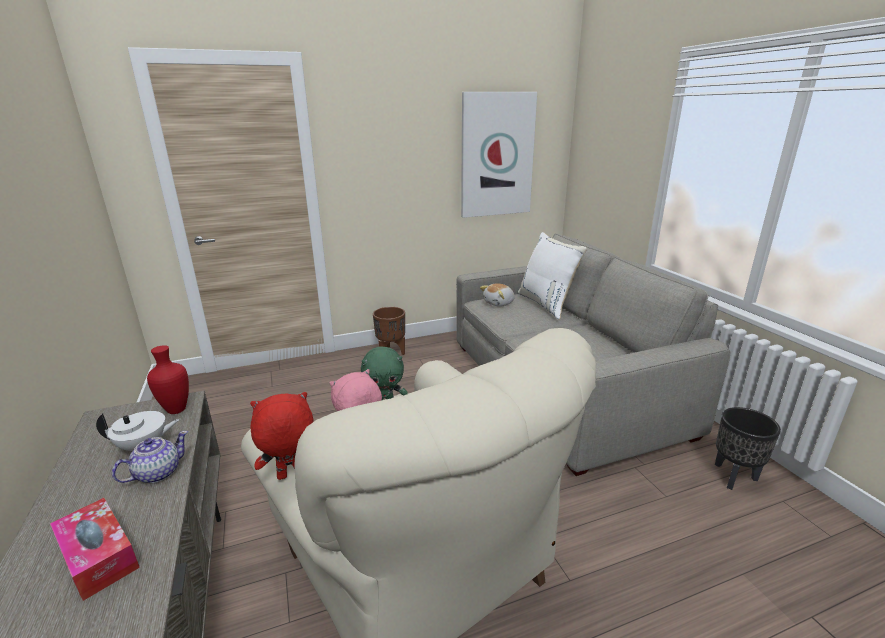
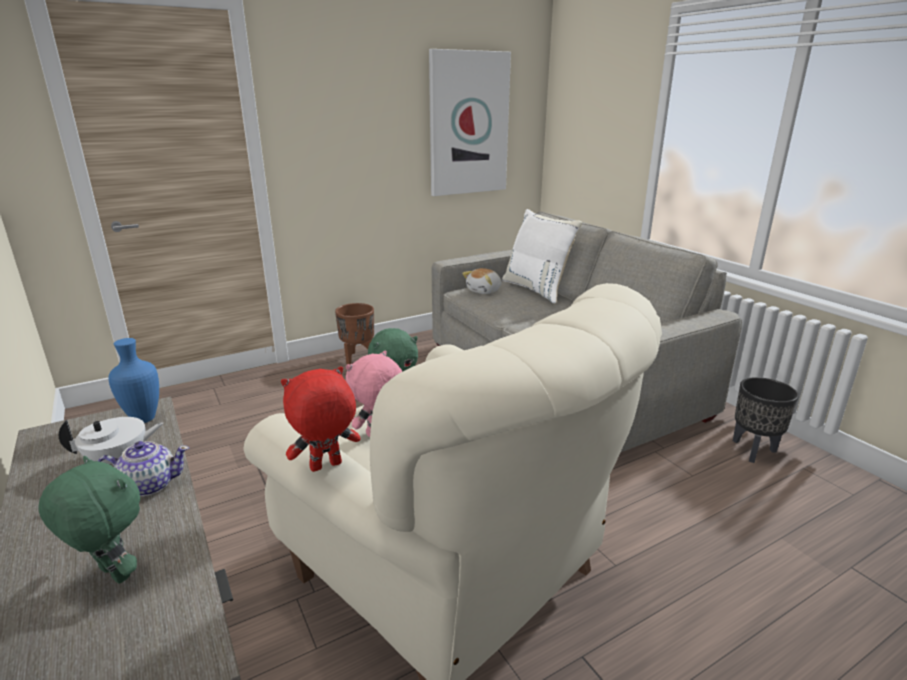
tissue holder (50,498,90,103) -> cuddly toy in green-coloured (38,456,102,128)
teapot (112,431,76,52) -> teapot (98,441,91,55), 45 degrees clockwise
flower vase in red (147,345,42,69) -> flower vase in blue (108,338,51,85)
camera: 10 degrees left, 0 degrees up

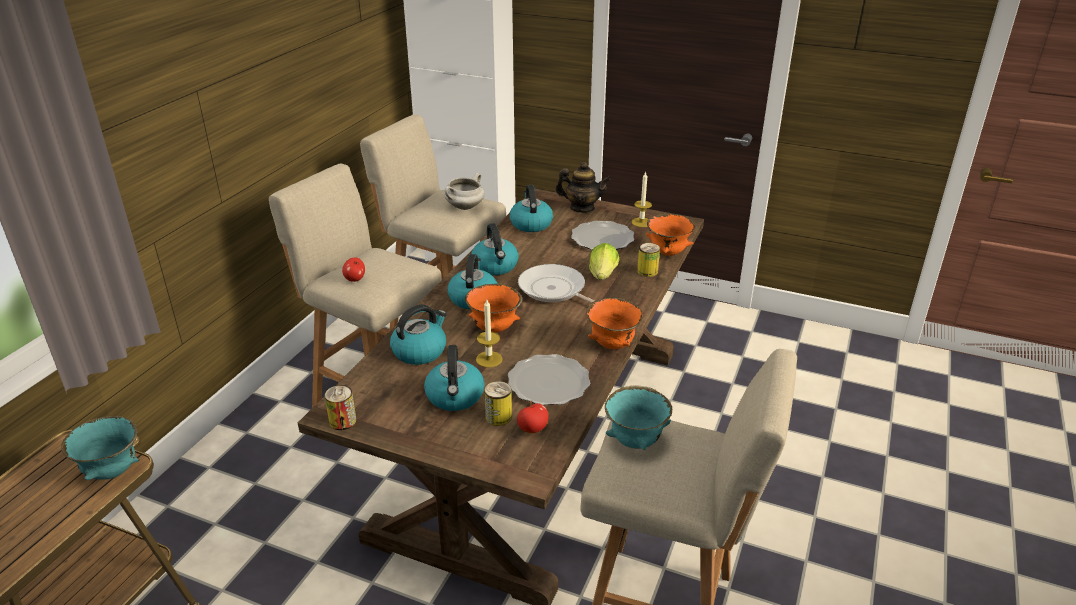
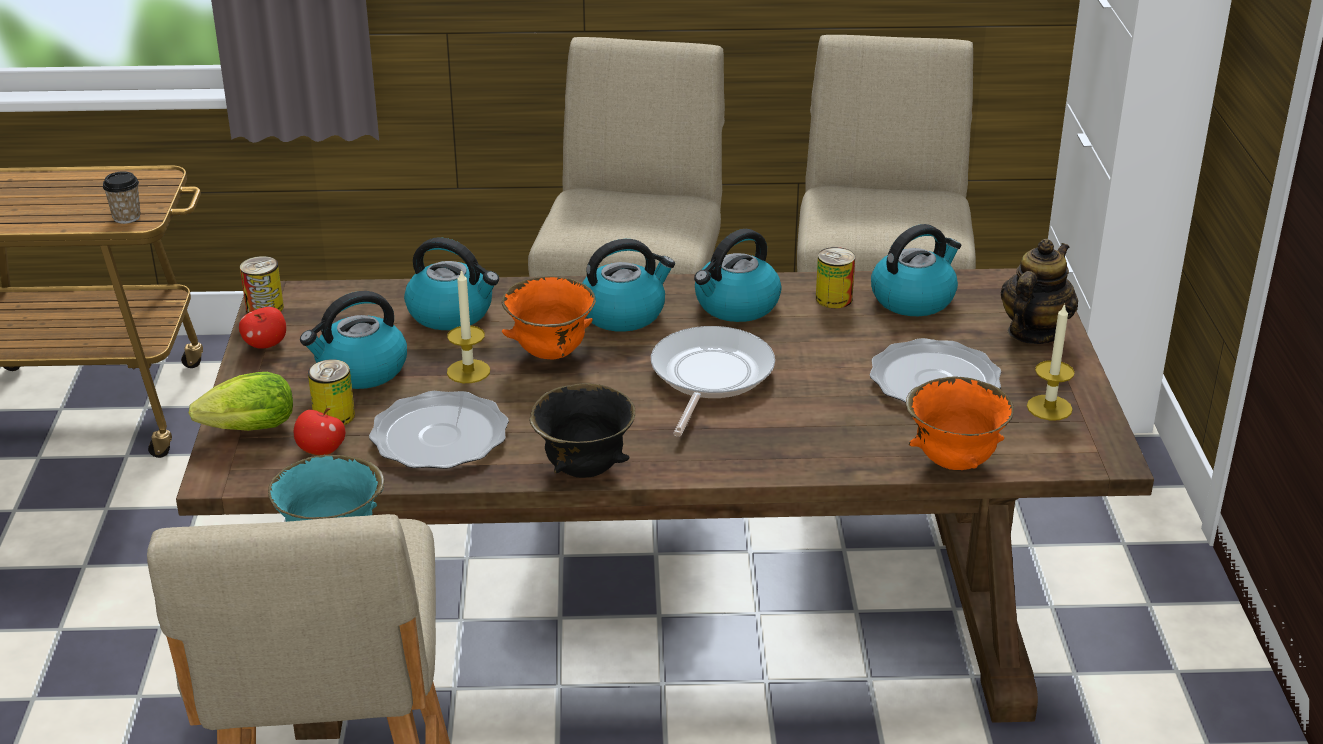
bowl in turquoise-coloured (61,416,78,64) -> cup (103,171,38,53)
head of lettuce (589,243,30,37) -> head of lettuce (189,372,104,59), moved
whole apple (342,258,23,24) -> whole apple (239,307,47,42), moved
bowl in orangey (586,298,57,51) -> bowl in black-coloured (529,383,106,95)
metal can (637,243,23,34) -> metal can (816,247,39,61), moved
teapot (555,162,56,51) -> teapot (1000,239,78,105), 135 degrees counterclockwise
cooking pot in white-coloured (444,173,41,37) -> none
camera: 65 degrees right, 0 degrees up

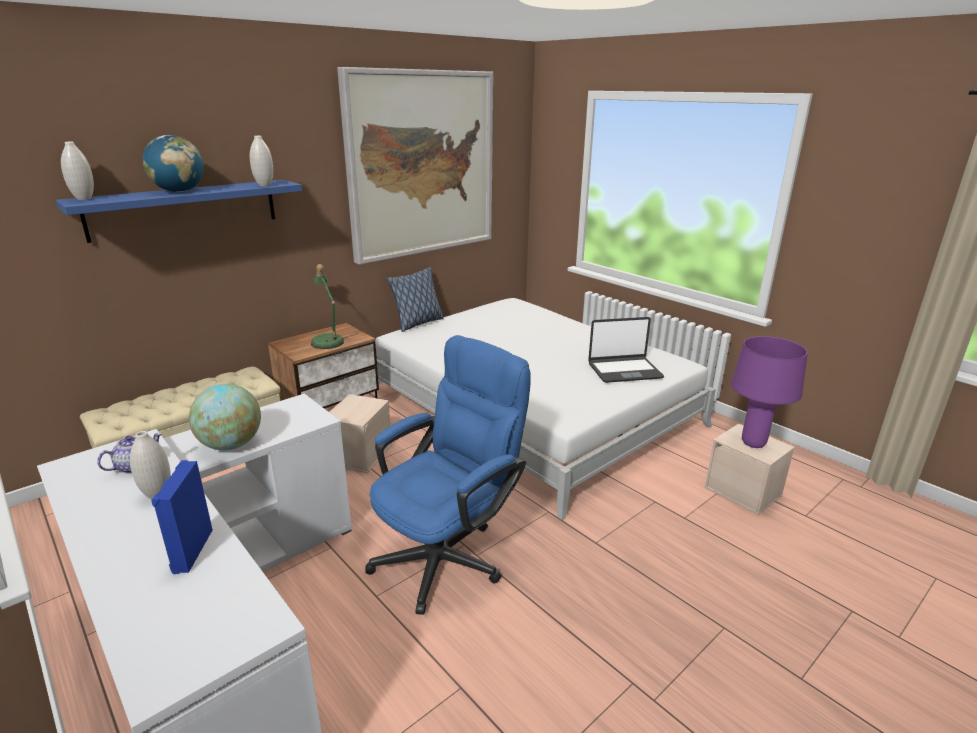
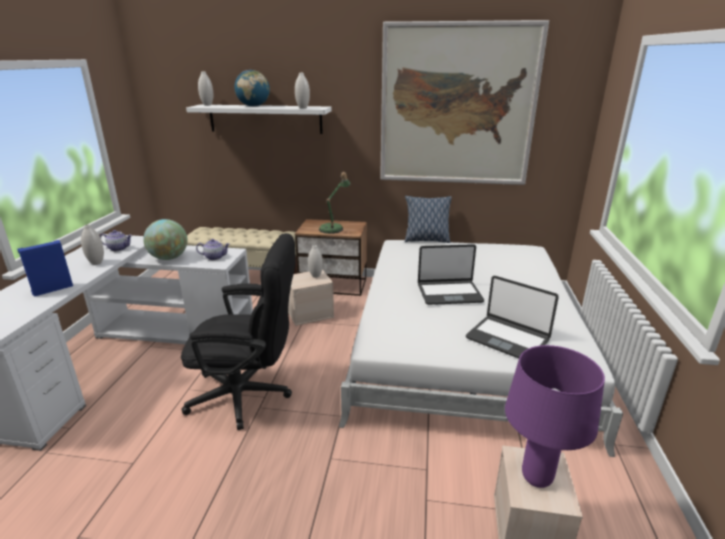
computer chair in blue (365,335,166,280) -> computer chair in black-coloured (181,233,114,197)
shelf in blue (55,180,247,63) -> shelf in white-coloured (186,105,146,29)
none -> teapot (196,239,34,21)
none -> flower vase in white-coloured (308,245,15,33)
none -> notebook computer (418,244,66,61)
camera: 50 degrees right, 0 degrees up

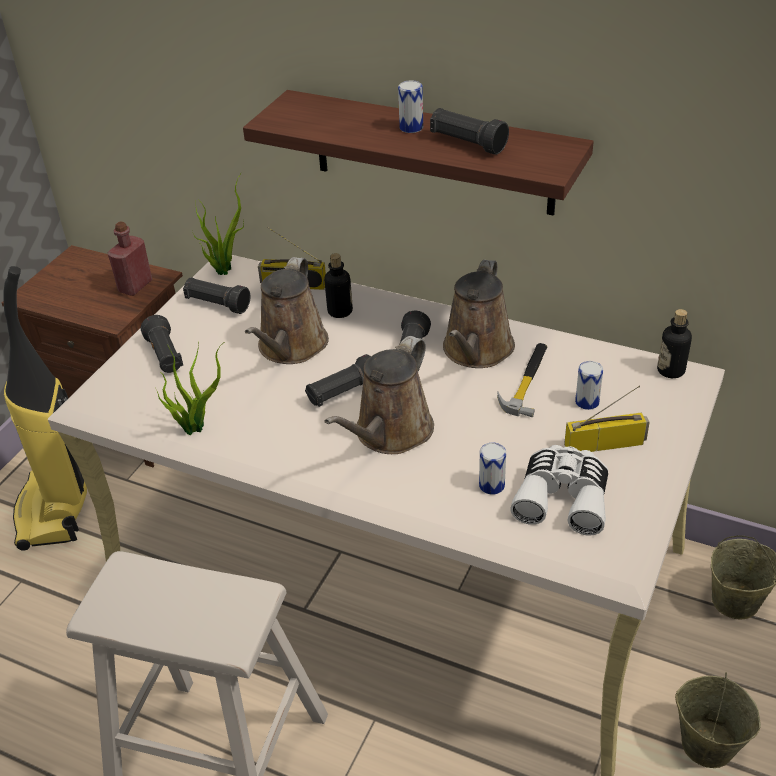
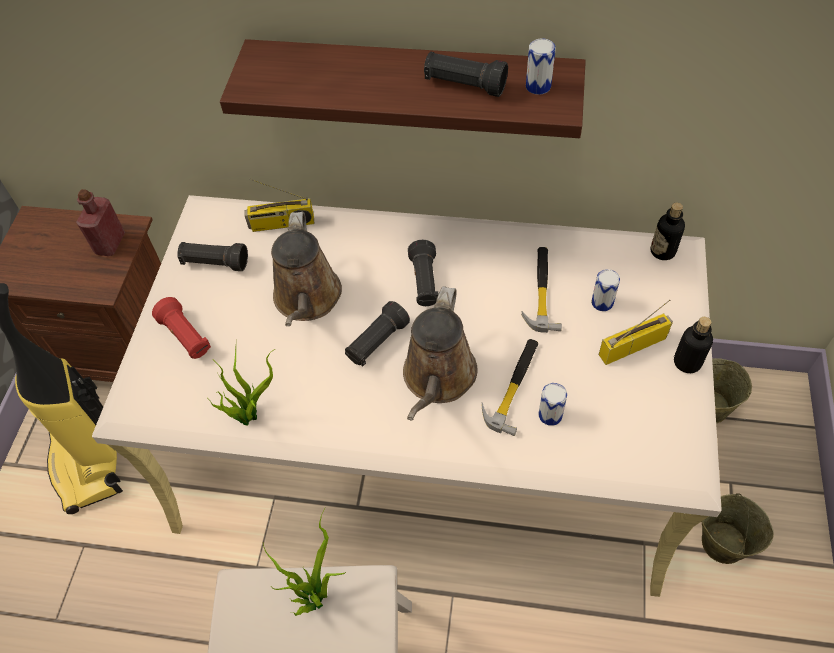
flashlight in black-coloured (141,315,42,58) -> flashlight in red (152,297,59,62)
plant in a pot (192,174,52,101) -> plant in a pot (263,507,83,109), moved
none -> hand hammer (482,339,56,97)
metal can (398,80,25,53) -> metal can (526,38,30,57), moved
drink bottle (324,253,29,65) -> drink bottle (674,317,39,56), moved
sprinkling can in brown-coloured (443,260,72,108) -> none
field glasses in white-coloured (510,445,98,91) -> none
camera: 15 degrees left, 15 degrees up

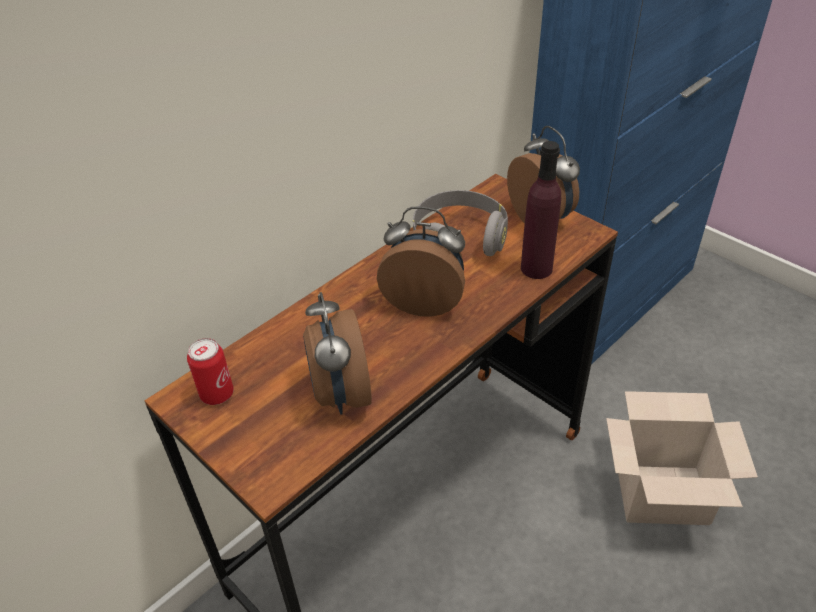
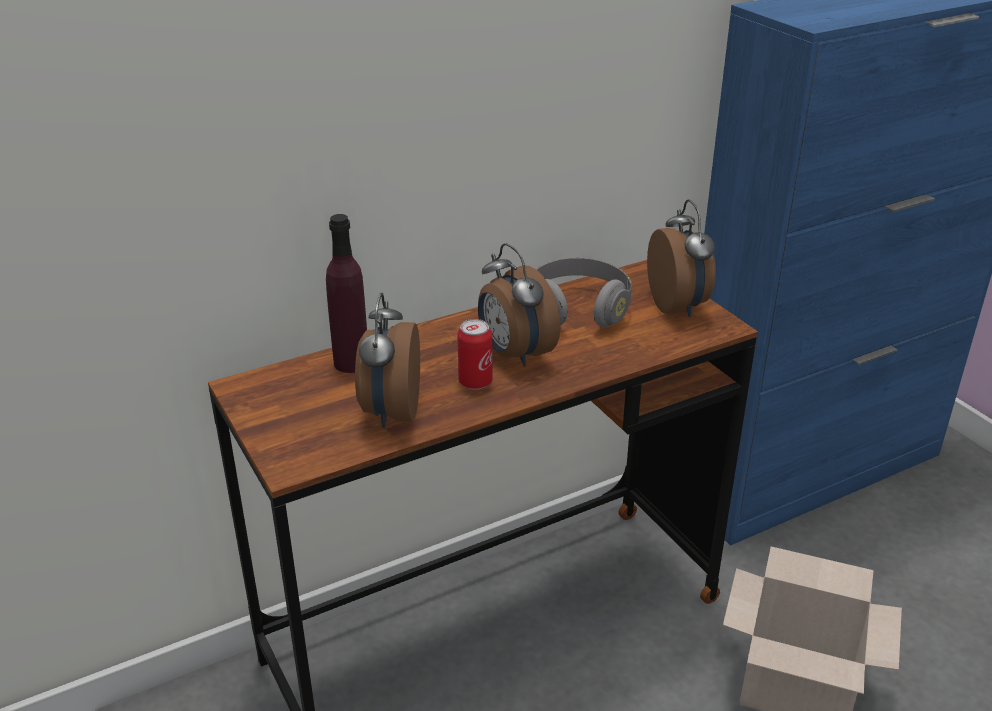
drink bottle in purple (521,141,40,138) -> drink bottle in purple (326,214,41,159), moved
metal can (187,338,47,67) -> metal can (457,319,36,71), moved
table clock (377,207,88,110) -> table clock (478,243,83,124), 150 degrees counterclockwise
camera: 15 degrees right, 10 degrees down

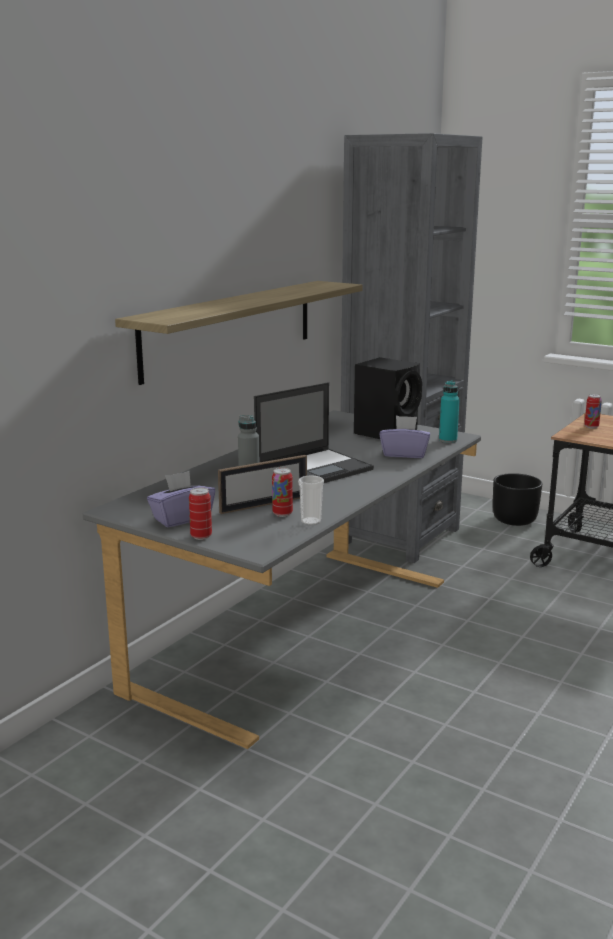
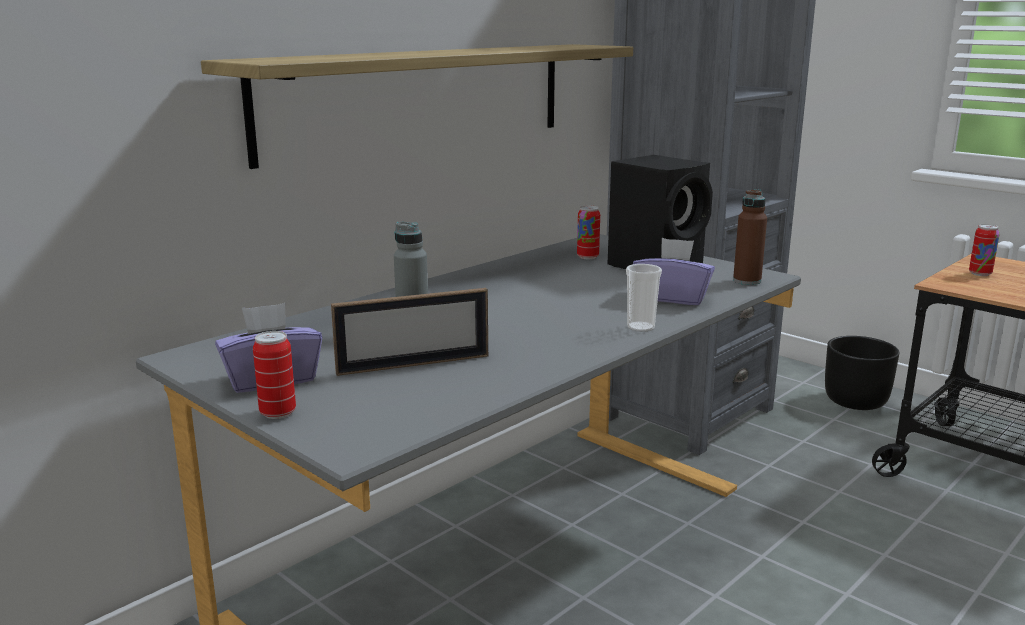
metal can (272,468,21,49) -> metal can (577,206,23,53), moved
cup (298,475,26,50) -> cup (626,264,36,68), moved
drink bottle in turquoise-coloured (439,380,21,63) -> drink bottle in brown-coloured (733,189,34,96)
notebook computer (254,382,120,101) -> none
camera: 10 degrees right, 0 degrees up

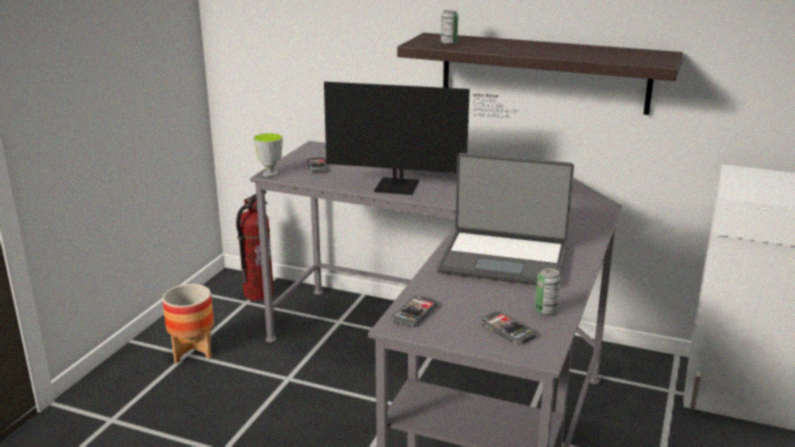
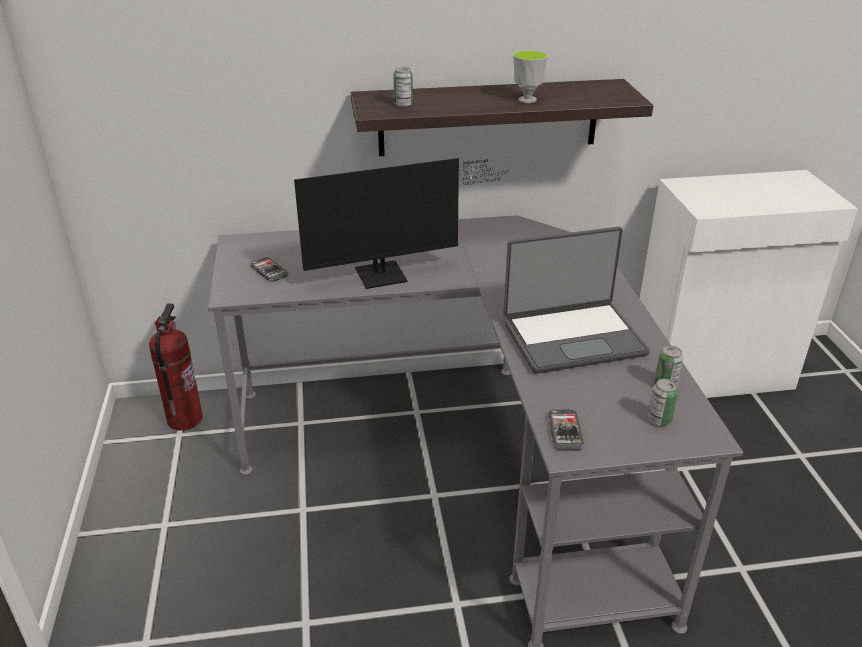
cup (253,133,30,44) -> cup (513,50,35,53), moved
phone (480,312,56,33) -> metal can (648,379,30,47)
plant pot (162,284,52,79) -> none
camera: 30 degrees left, 10 degrees up

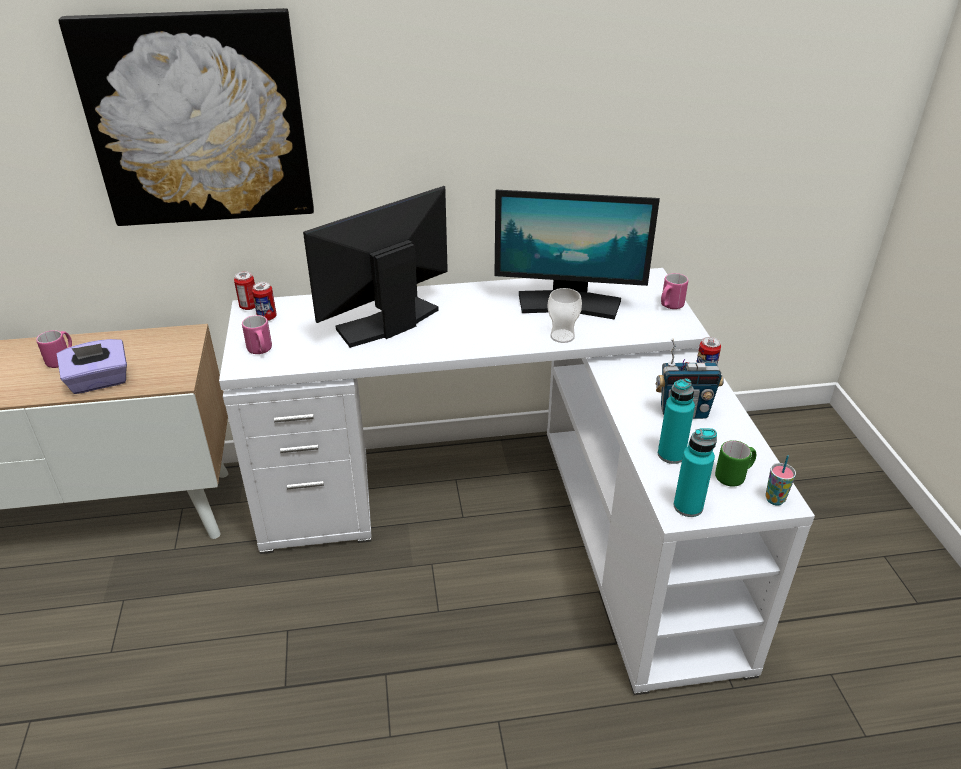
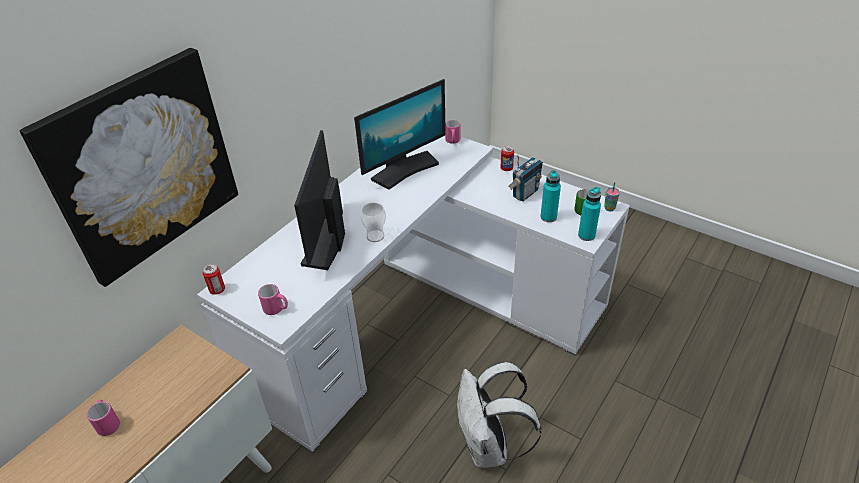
cup (547,288,35,55) -> cup (360,203,26,39), moved
none -> backpack in white-coloured (457,362,84,106)
tissue holder in purple (57,339,70,55) -> none
metal can (252,282,25,39) -> none
camera: 45 degrees left, 5 degrees up

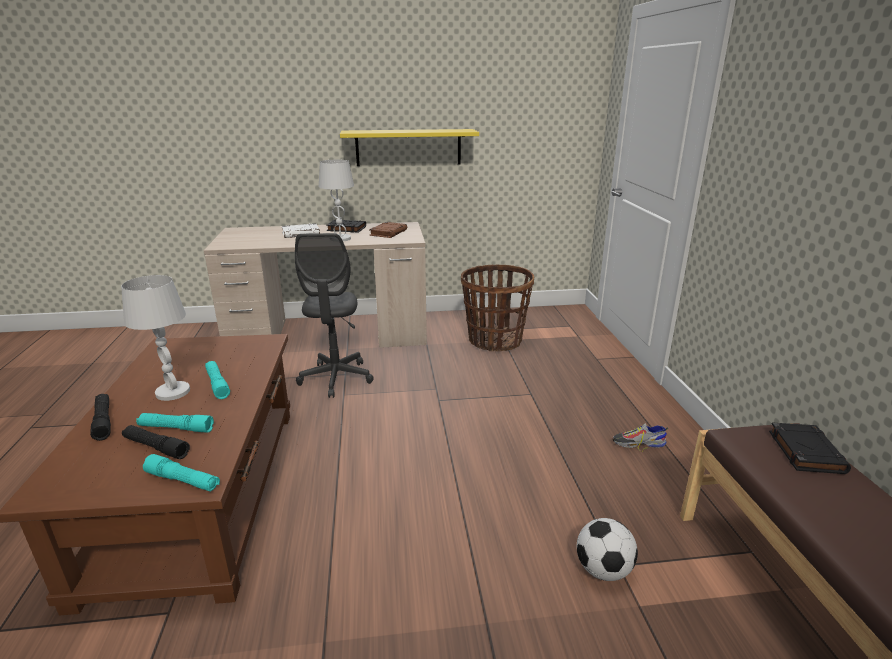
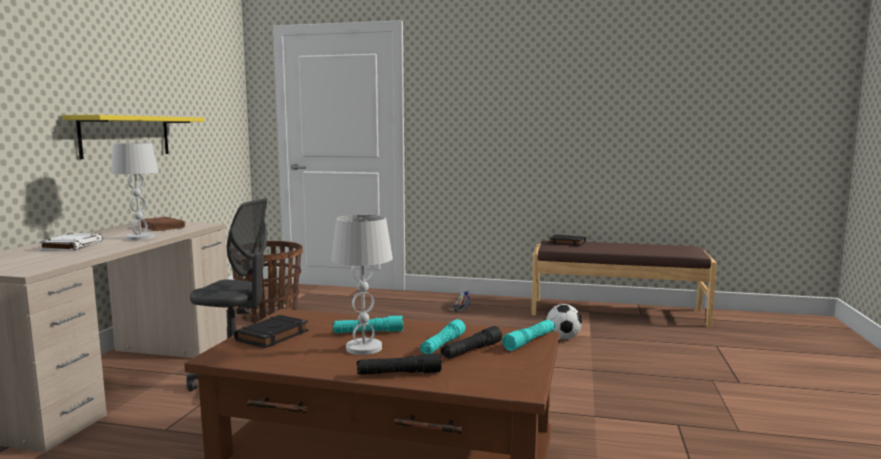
bound book in black-coloured (326,220,40,13) -> bound book in black-coloured (234,315,74,33), moved
camera: 70 degrees left, 15 degrees down

